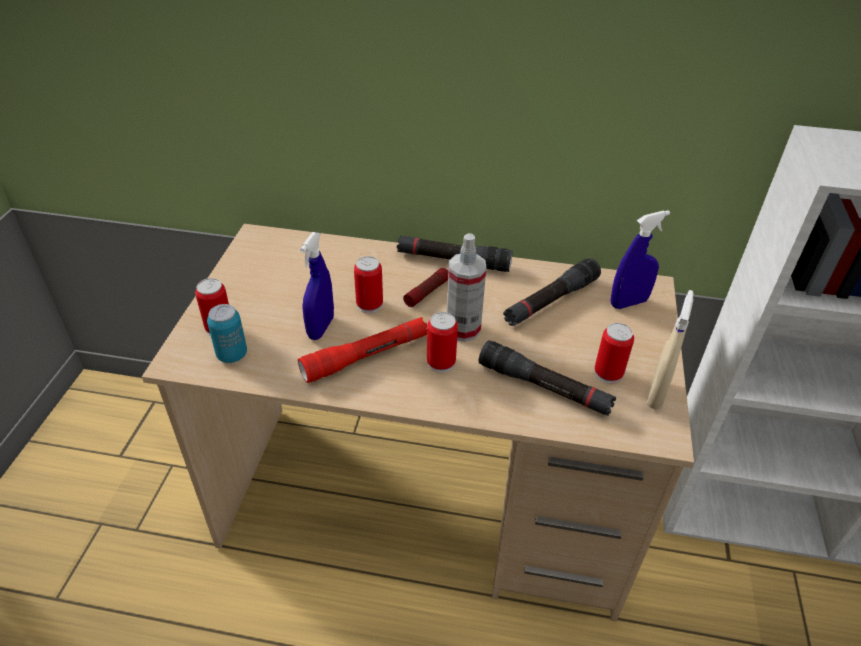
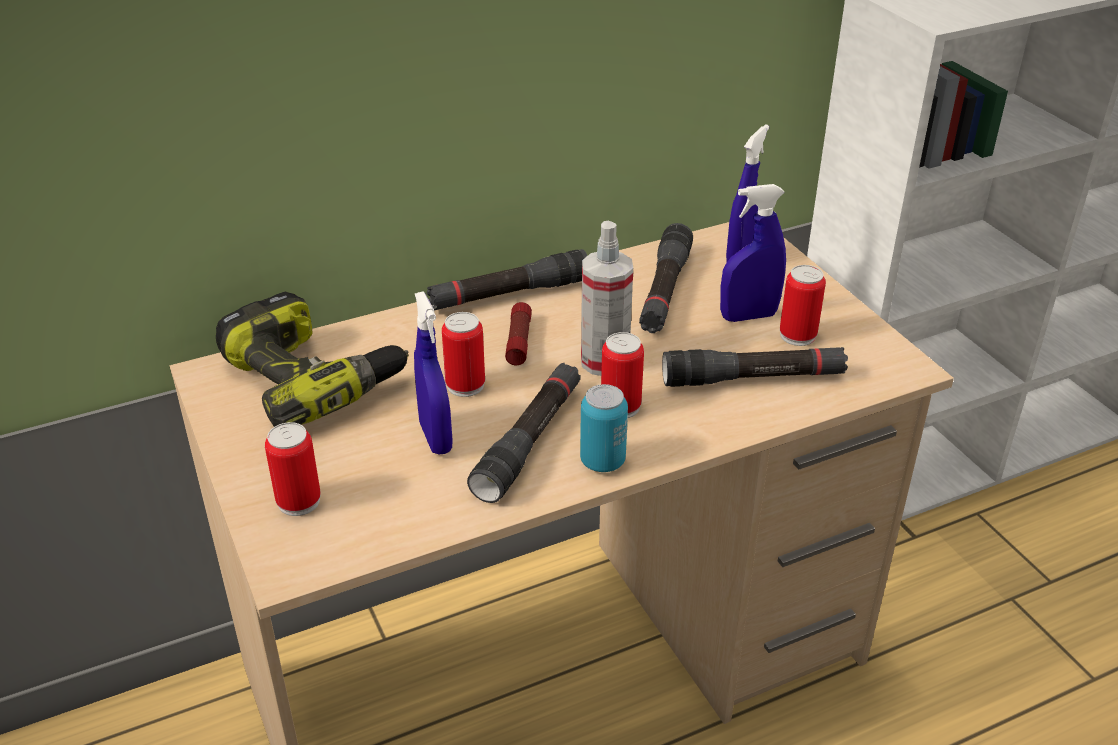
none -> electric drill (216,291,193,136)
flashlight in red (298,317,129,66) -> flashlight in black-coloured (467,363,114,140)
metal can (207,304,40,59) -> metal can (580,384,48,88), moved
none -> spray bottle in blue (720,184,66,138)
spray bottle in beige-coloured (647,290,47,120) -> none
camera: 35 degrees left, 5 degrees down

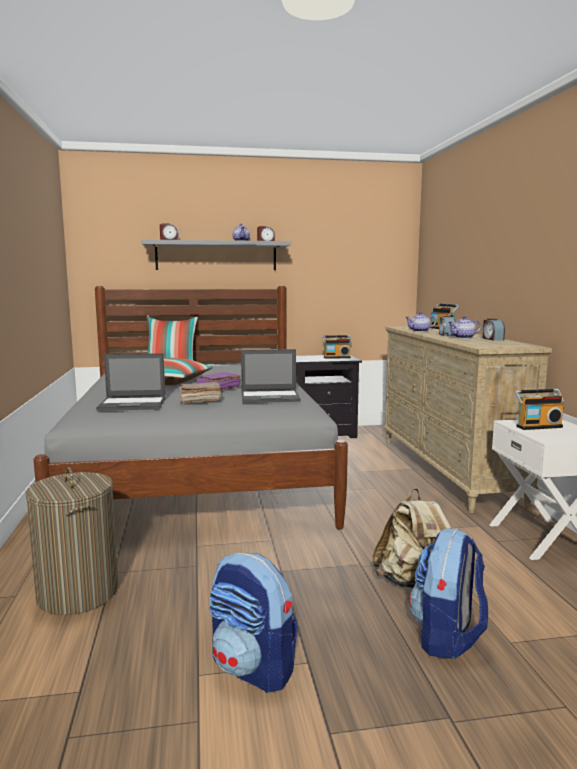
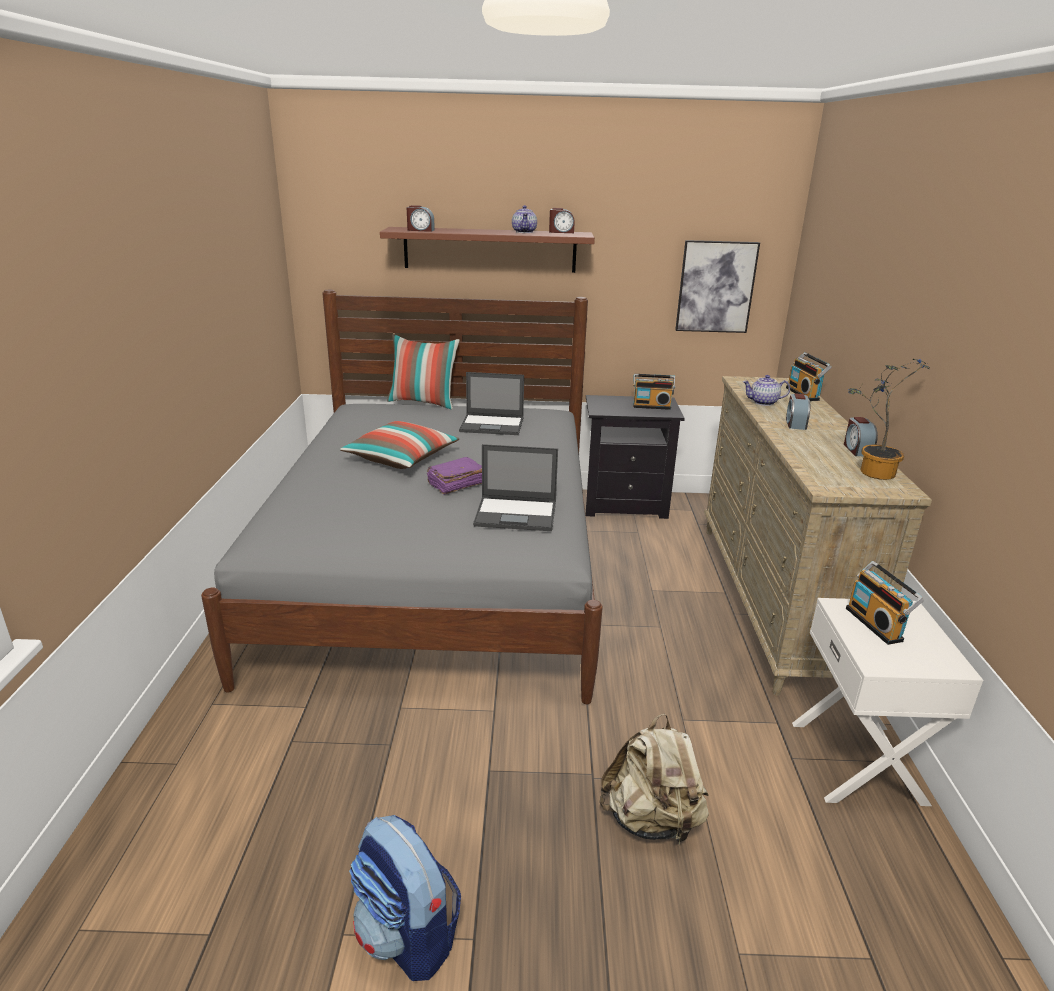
shelf in greyish (141,239,150,31) -> shelf in brown-coloured (380,227,215,46)
notebook computer (96,353,70,58) -> notebook computer (459,372,65,63), moved
none -> wall art (675,240,85,93)
radio (514,389,50,41) -> radio (846,561,78,84), 75 degrees clockwise
none -> plant in a pot (848,359,83,121)
laundry basket (25,467,93,148) -> none
bound book in brown-coloured (180,382,41,22) -> none
backpack (409,528,79,131) -> none
teapot (448,316,33,23) -> none
camera: 10 degrees right, 15 degrees up

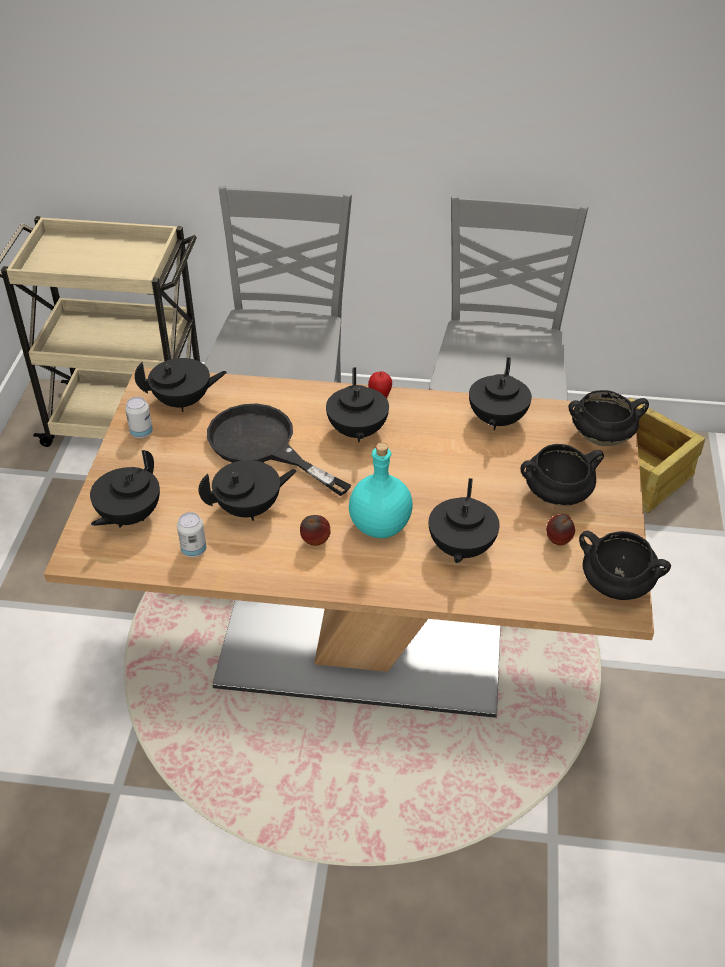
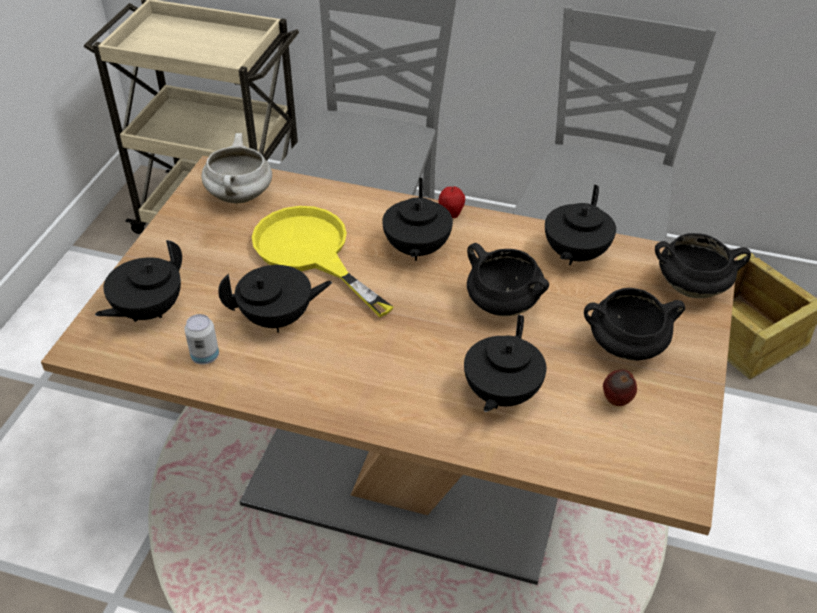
teapot in black-coloured (135,358,92,54) -> cooking pot in white-coloured (202,133,70,70)
pan in black-coloured (207,403,144,93) -> pan in yellow (252,206,141,111)
cooking pot in black-coloured (579,530,92,70) -> cooking pot in black-coloured (467,243,82,73), moved
metal can (125,397,28,41) -> none
whole apple (300,515,31,31) -> none
drink bottle in turquoise-coloured (349,442,64,96) -> none
camera: 10 degrees right, 0 degrees up

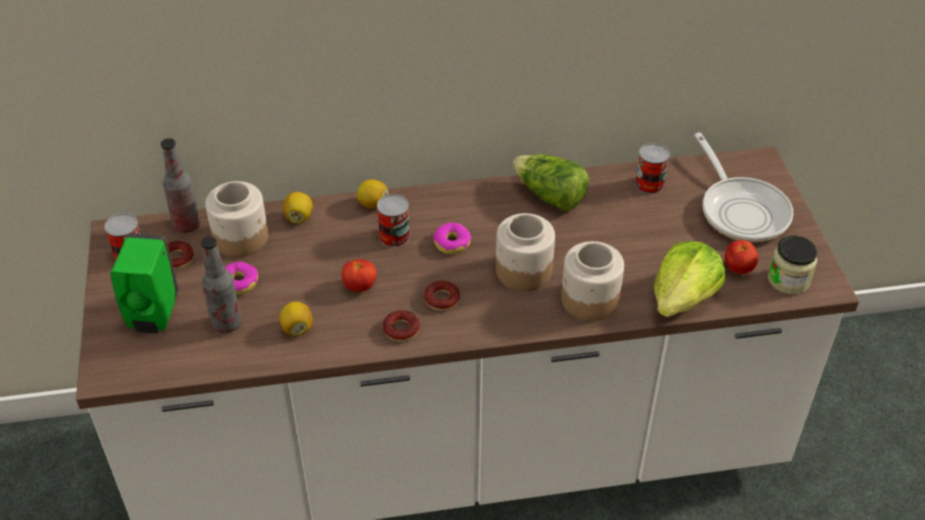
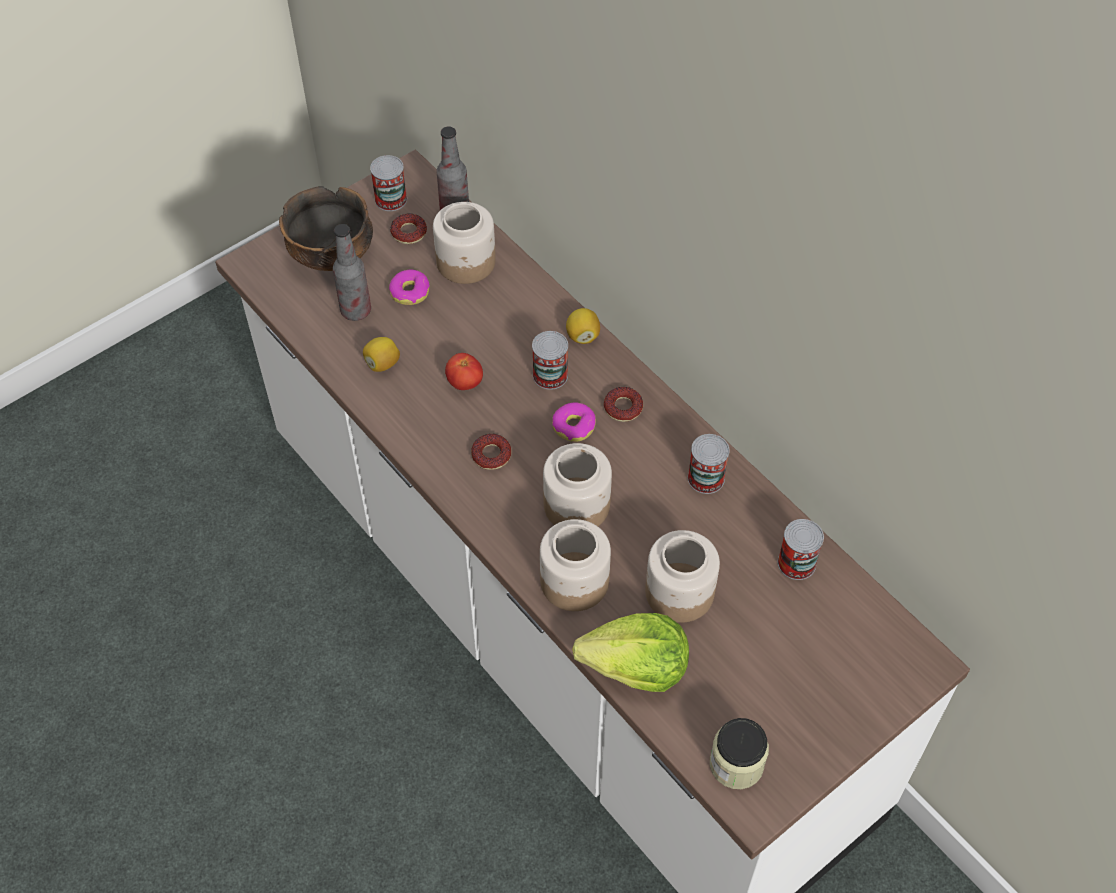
liquid soap bottle in green-coloured (110,234,69,99) -> bowl (279,186,94,85)
donut (383,310,37,32) -> donut (604,387,39,35), moved
none -> preserve jar (645,530,75,93)
head of lettuce (513,154,76,57) -> metal can (688,434,42,60)
lemon (283,192,30,31) -> none
pan (694,133,99,109) -> none
fresh tomato (725,240,33,34) -> none
camera: 60 degrees right, 10 degrees up

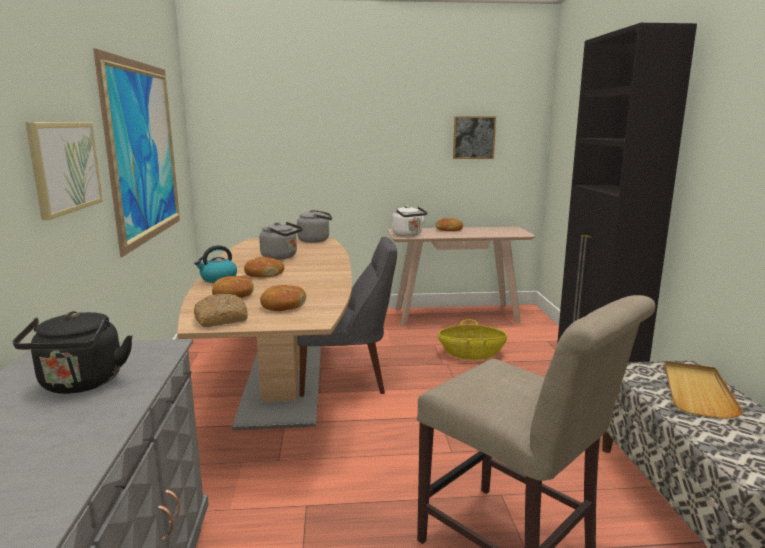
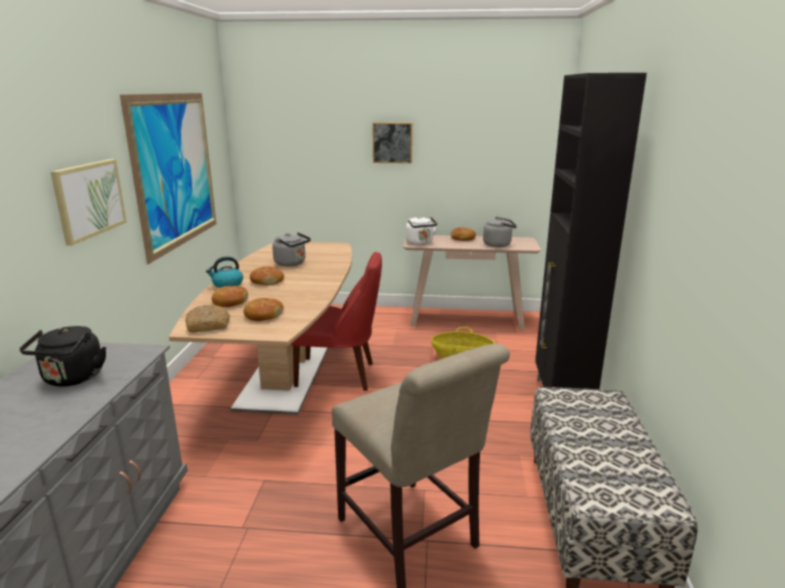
upright chair in greyish (297,237,100,160) -> upright chair in red (291,252,91,139)
wall art (453,116,43,43) -> wall art (372,122,40,42), moved
water kettle in greyish (297,210,35,33) -> water kettle in greyish (483,217,34,30), moved
serving tray in beige-coloured (664,361,79,58) -> none
camera: 10 degrees right, 5 degrees up

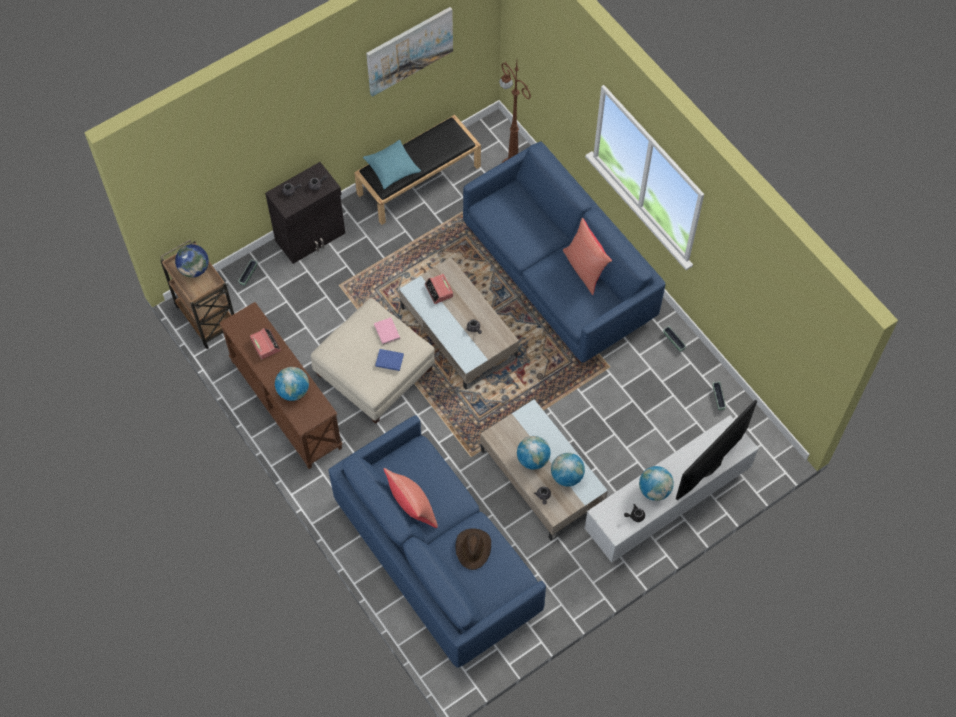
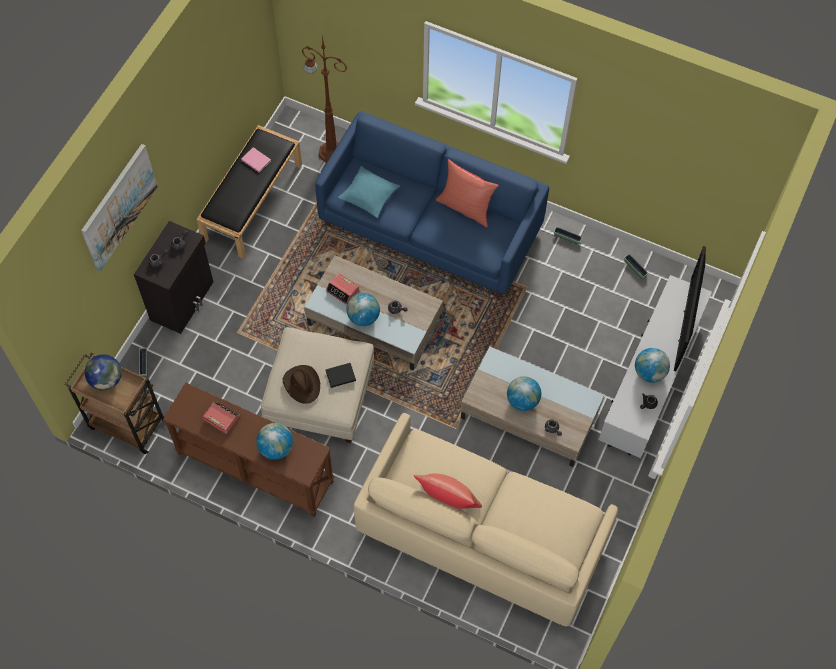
wall art (366,7,87,90) -> wall art (81,144,76,127), moved
bound book in pink (374,317,26,28) -> bound book in pink (241,147,30,26), moved
hat in brown-coloured (455,528,36,42) -> hat in brown-coloured (282,365,38,39), moved
bound book in blue (375,349,29,22) -> bound book in black-coloured (325,363,31,25)
throw pillow in turquoise-coloured (363,140,58,49) -> throw pillow in turquoise-coloured (338,166,62,52), moved
desk globe (551,453,34,34) -> desk globe (347,293,33,33), moved
settee in blue (328,415,218,253) -> settee in beige-coloured (354,413,264,213)
camera: 30 degrees left, 0 degrees up

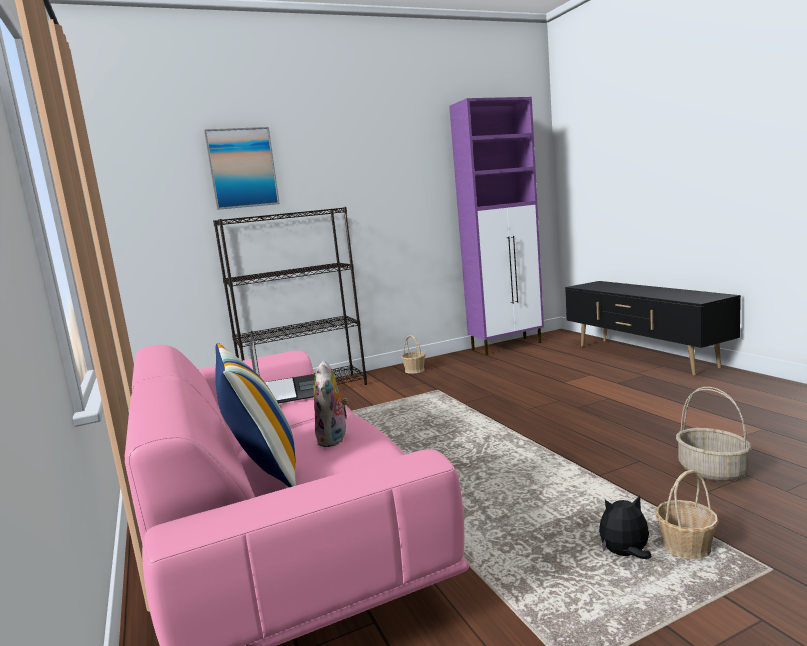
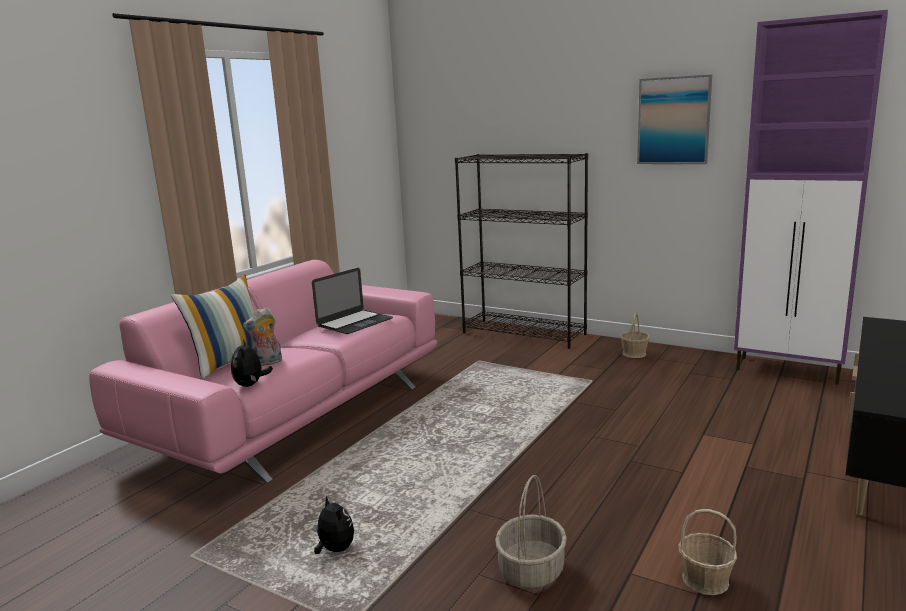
none -> cuddly toy (231,339,42,48)
wall art (204,127,76,83) -> wall art (637,75,75,89), moved
storage basket (656,470,62,89) -> storage basket (678,509,59,86), moved
camera: 55 degrees right, 5 degrees up

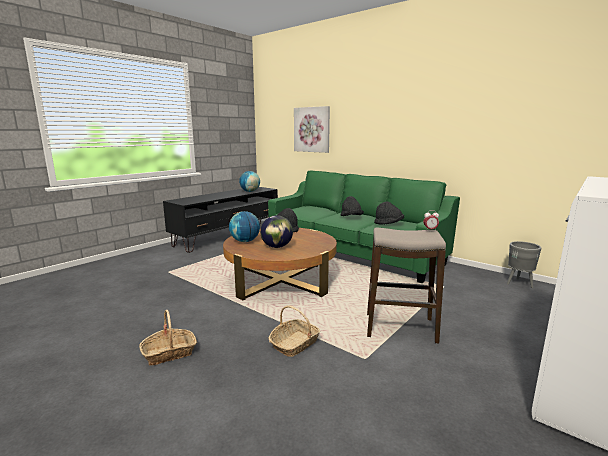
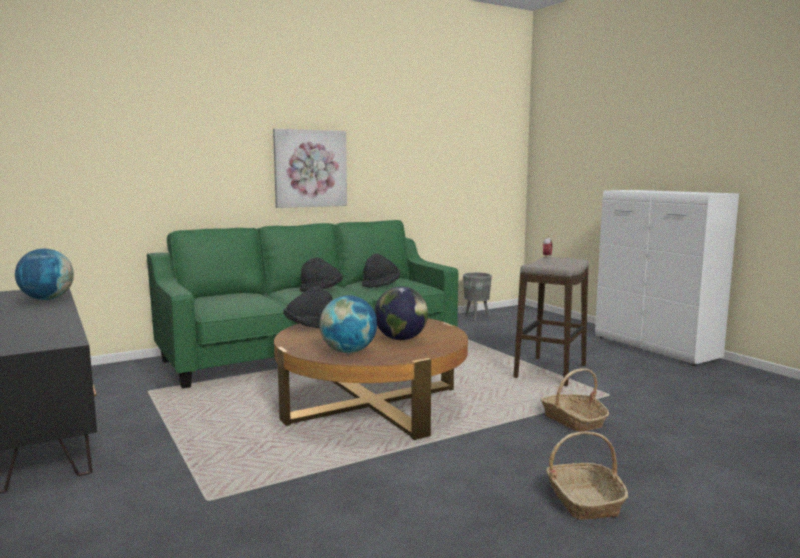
wall art (294,106,36,47) -> wall art (273,129,74,79), moved
camera: 70 degrees left, 5 degrees down

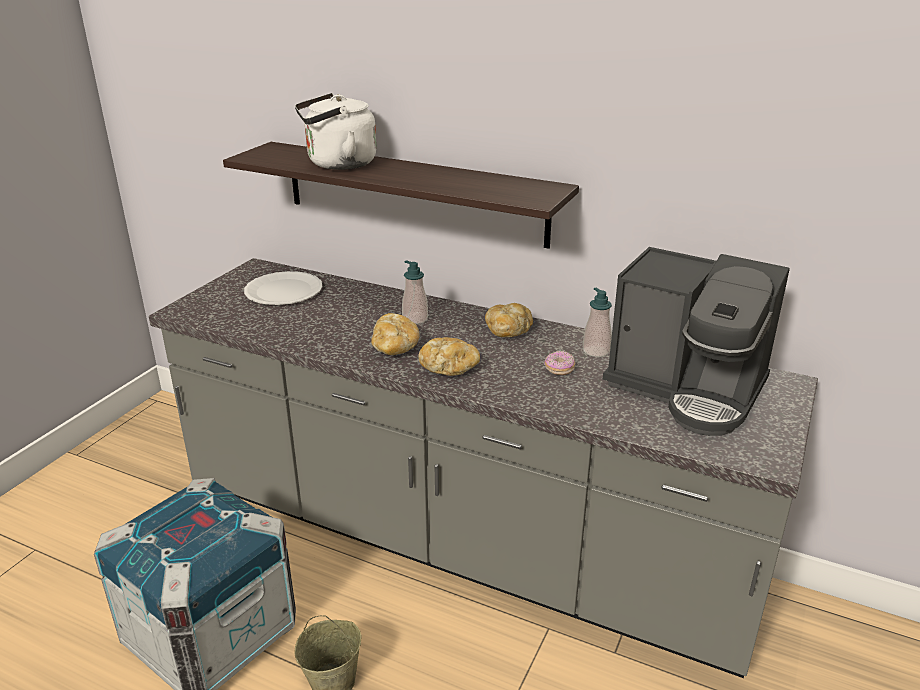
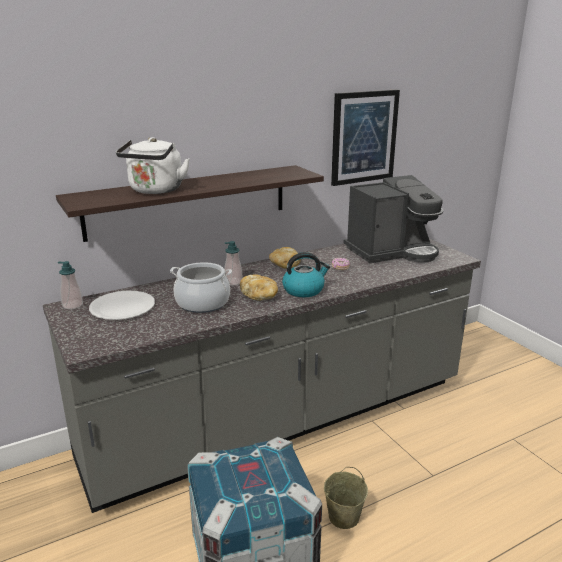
liquid soap bottle (583,288,29,69) -> liquid soap bottle (58,261,25,48), moved
none -> cooking pot (170,262,62,51)
bread (418,337,62,39) -> water kettle (282,252,48,45)
none -> wall art (331,90,69,96)
camera: 55 degrees left, 5 degrees down

